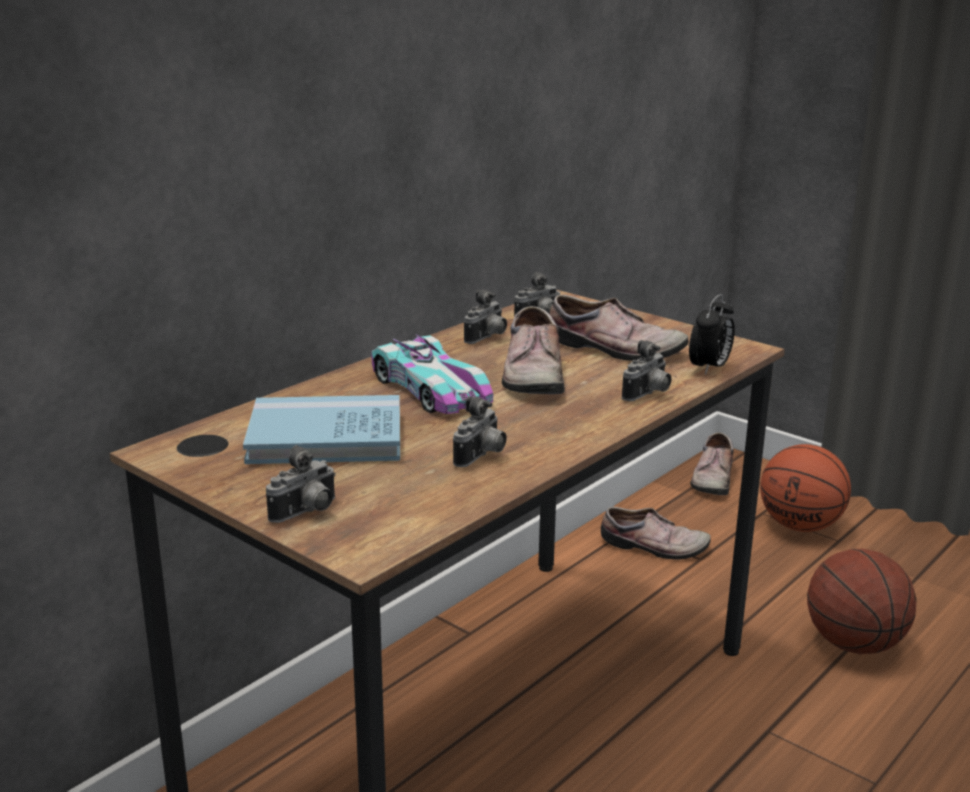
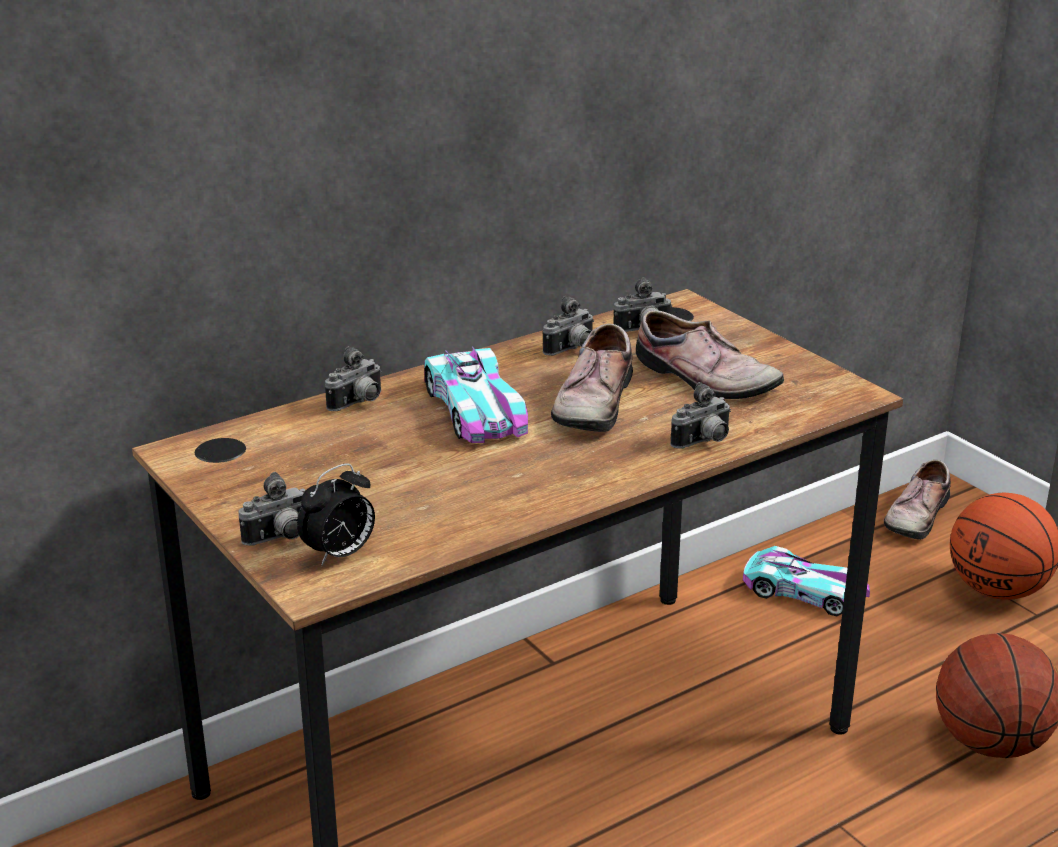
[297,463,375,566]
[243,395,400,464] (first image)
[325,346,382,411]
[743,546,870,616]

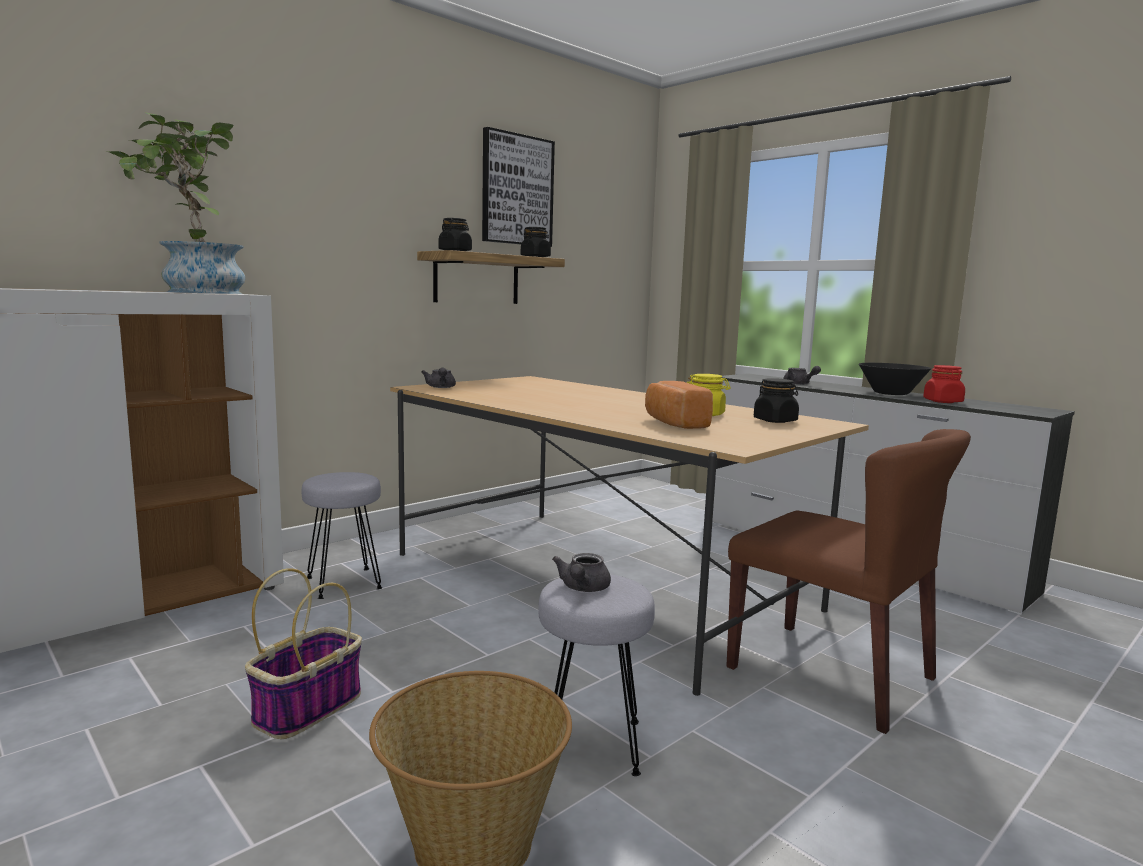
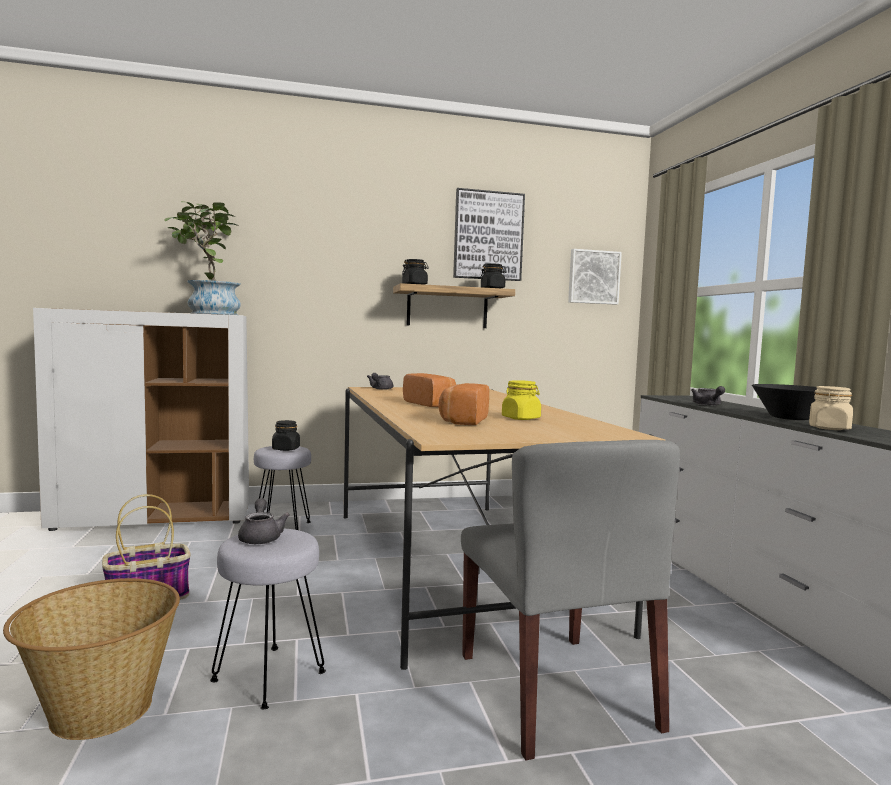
[809,386,853,430]
[272,420,300,451]
[461,440,680,761]
[238,498,290,544]
[568,249,622,304]
[403,373,456,407]

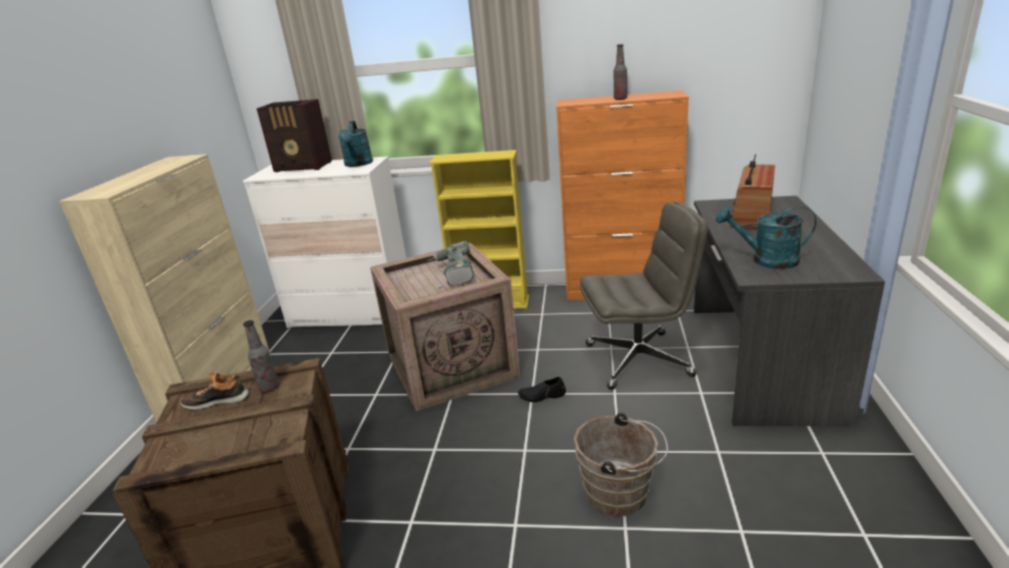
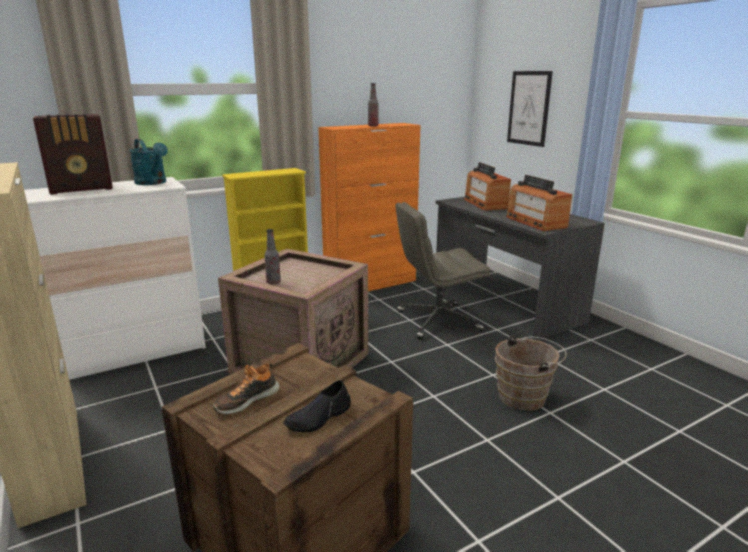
[396,202,490,339]
[506,175,572,231]
[426,241,474,288] (first image)
[264,229,281,285]
[283,380,351,432]
[507,71,553,147]

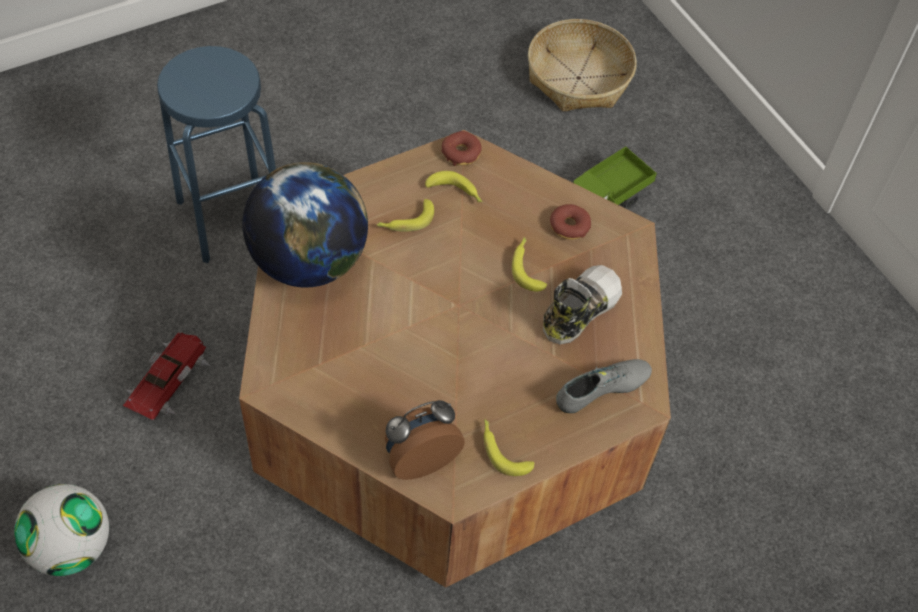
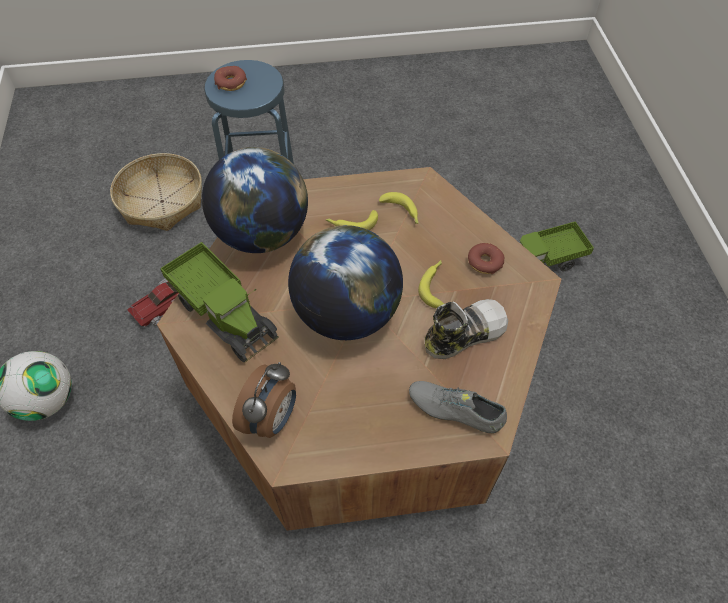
[110,153,202,231]
[214,66,247,91]
[409,381,507,433]
[232,362,296,438]
[484,419,534,476] (first image)
[288,225,403,340]
[160,242,279,362]

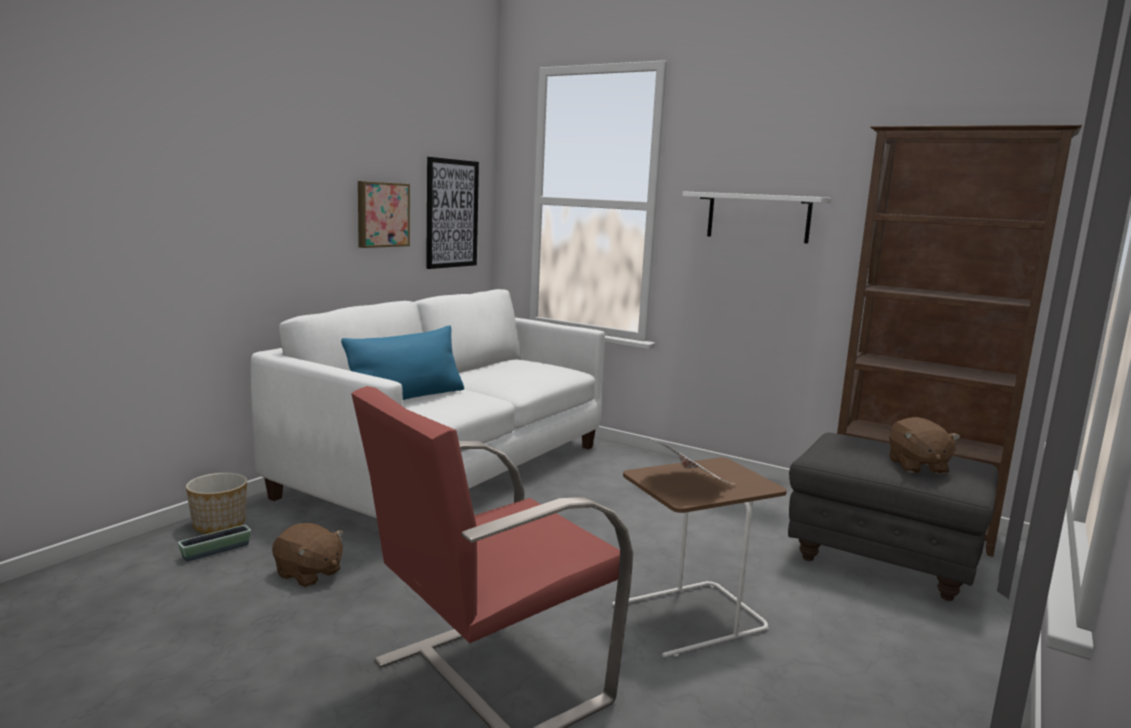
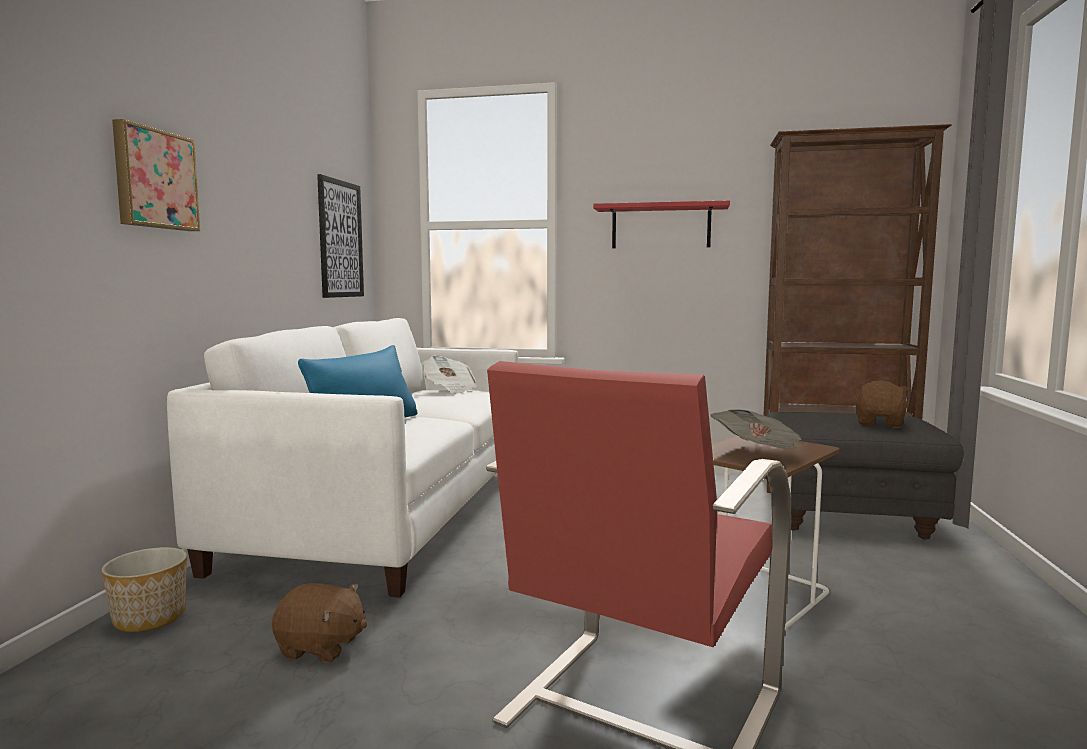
[112,119,200,231]
[593,200,730,248]
[854,380,909,428]
[178,525,251,561] (first image)
[422,355,477,394]

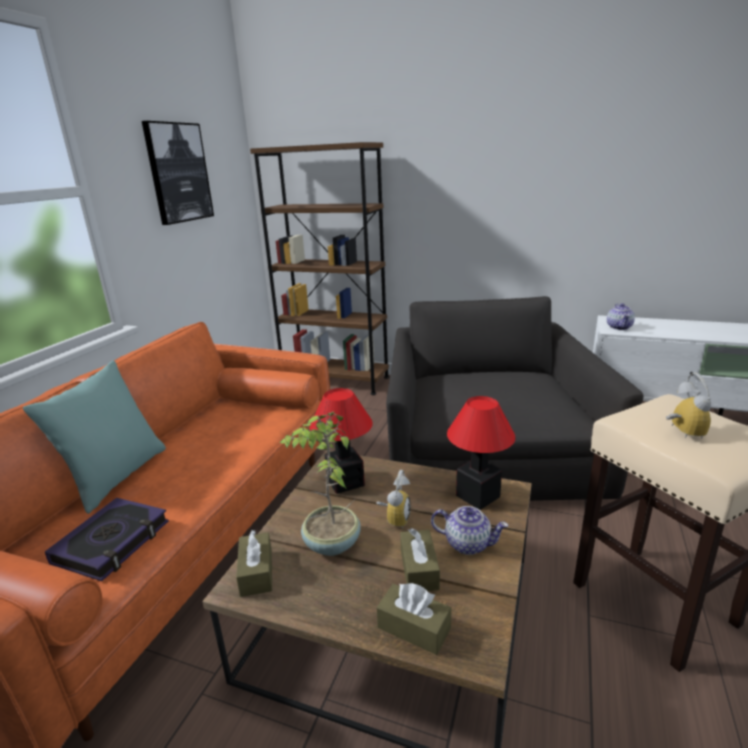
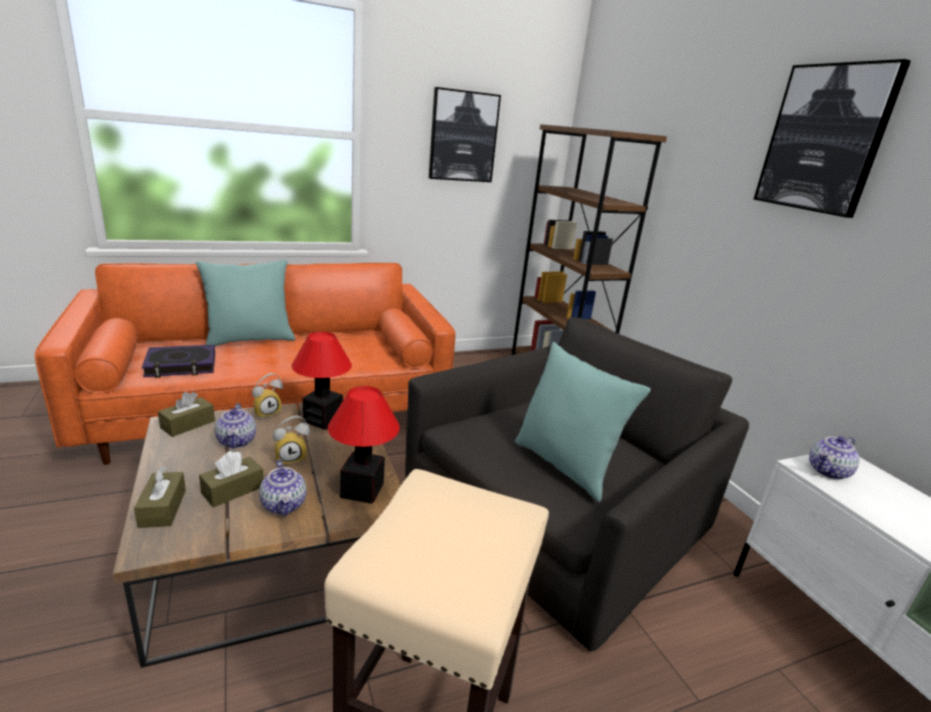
[252,373,283,419]
[215,403,256,448]
[754,59,911,218]
[515,342,651,502]

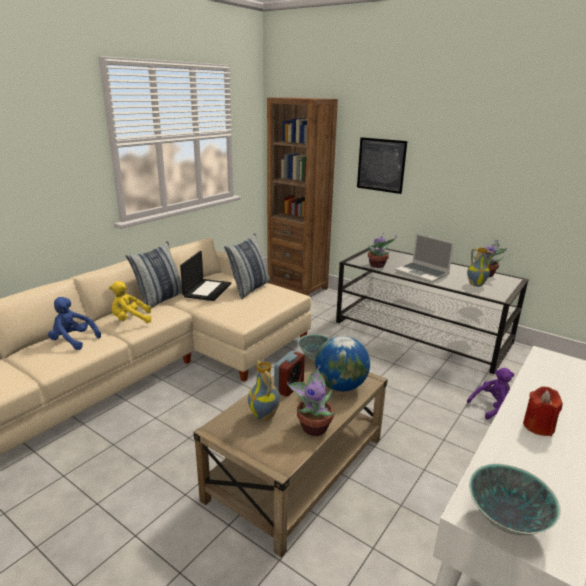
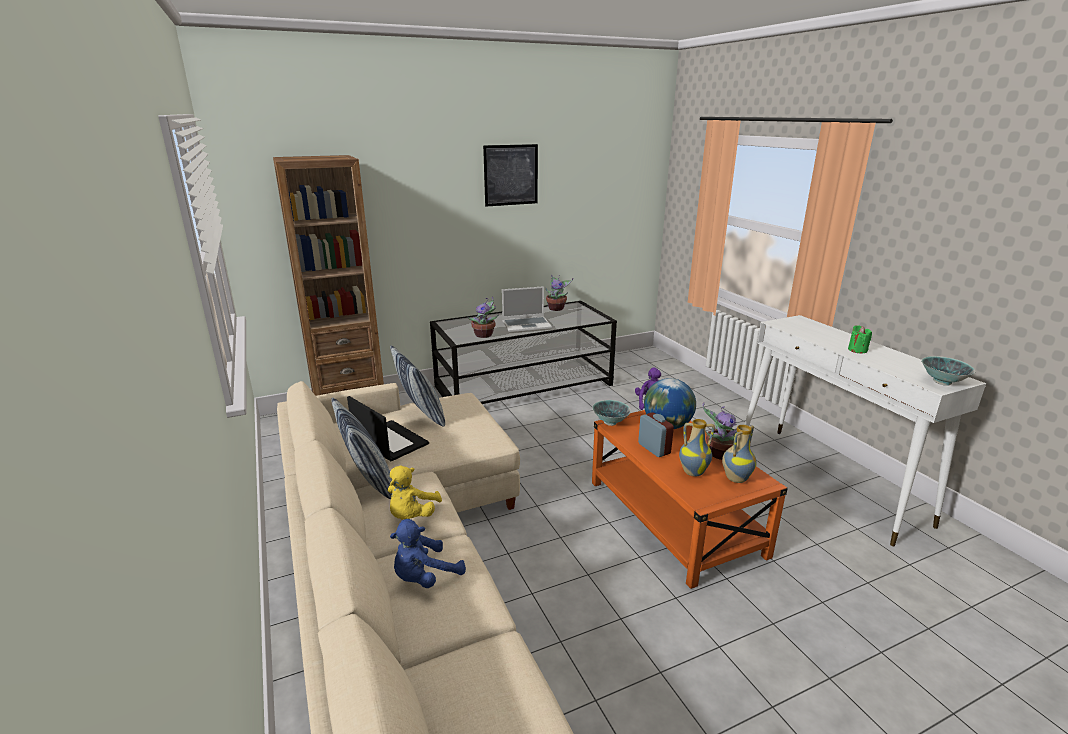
[483,144,538,207]
[722,425,756,483]
[592,410,788,589]
[848,325,872,354]

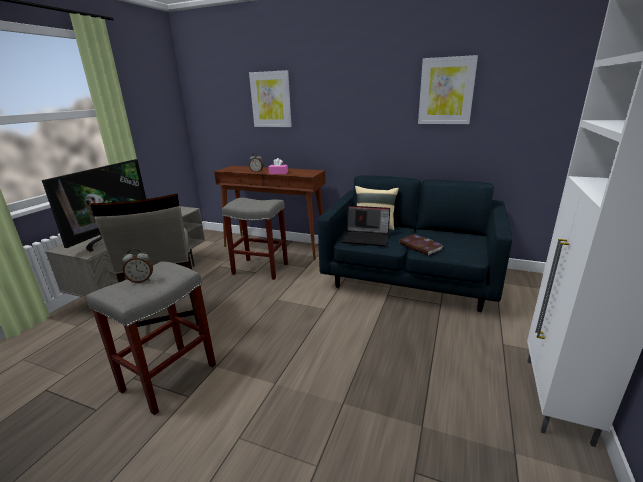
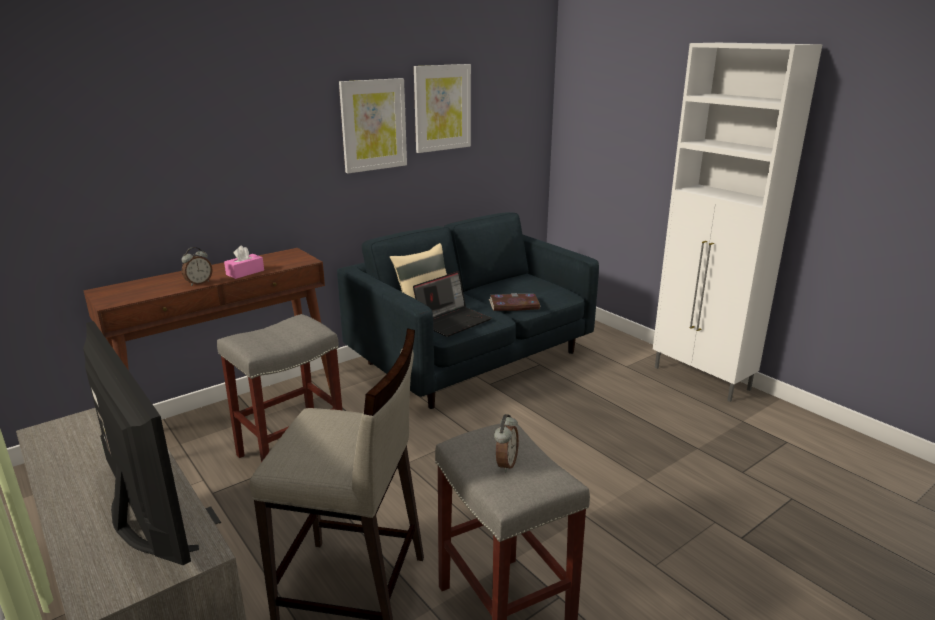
[339,78,407,173]

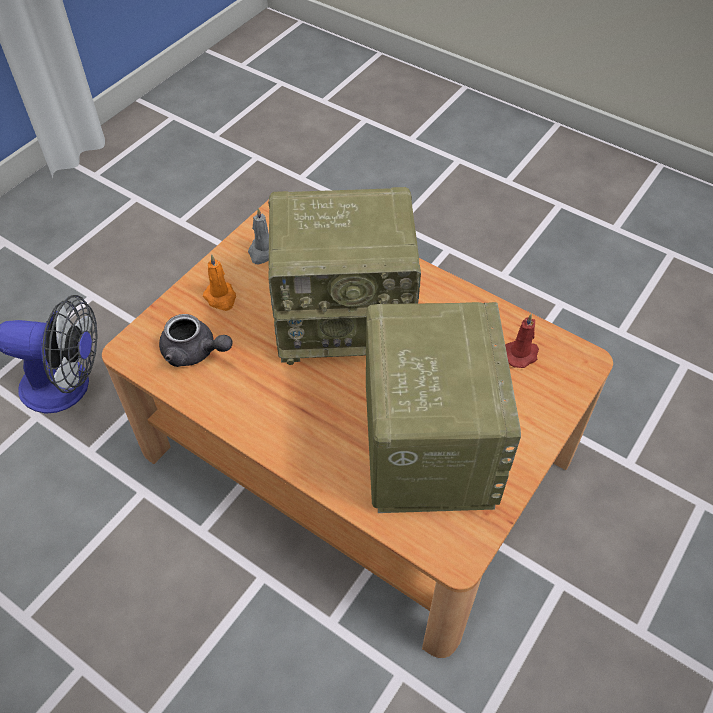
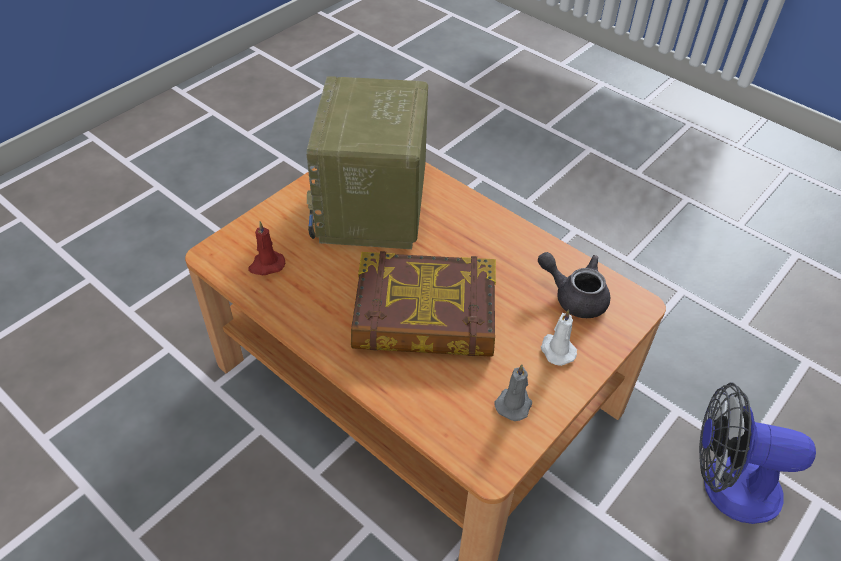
[351,251,496,357]
[541,309,577,366]

